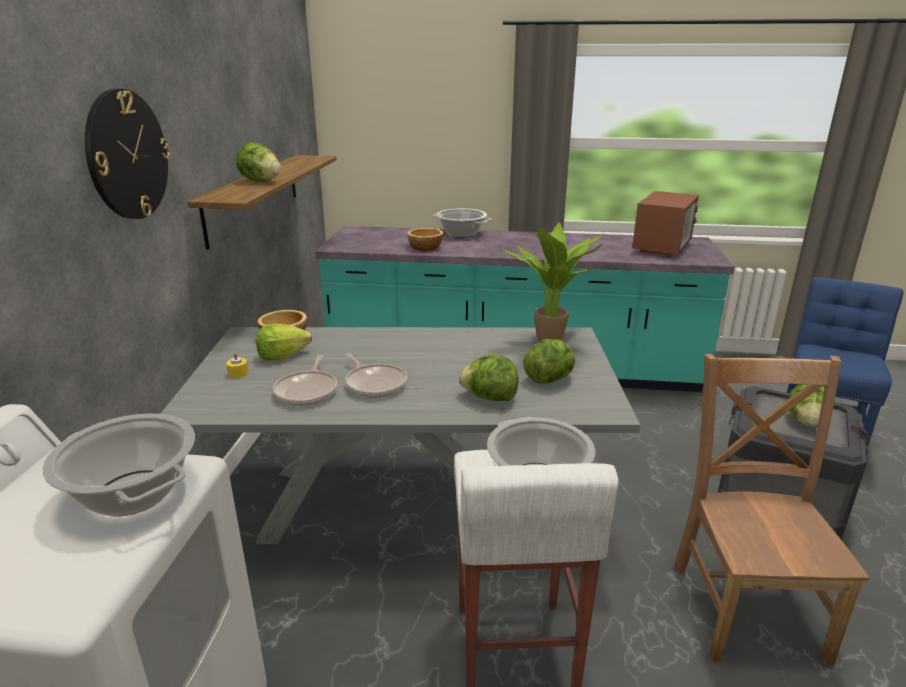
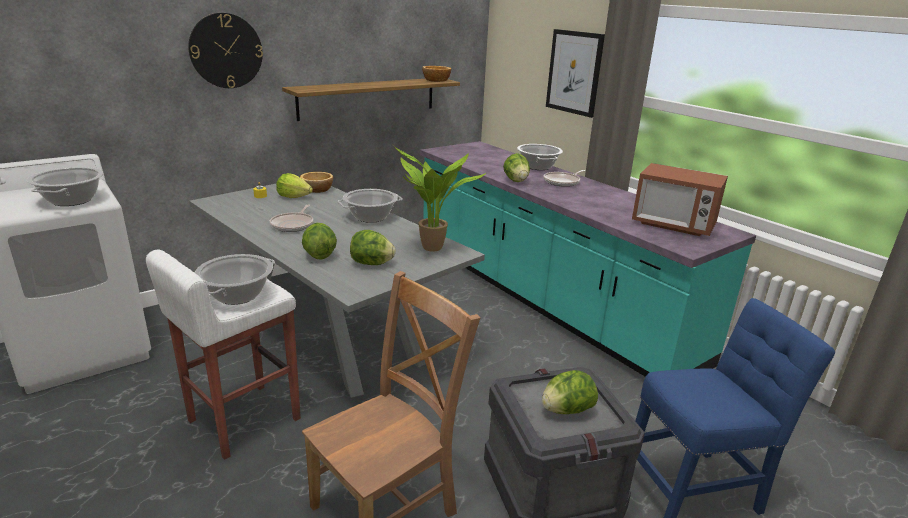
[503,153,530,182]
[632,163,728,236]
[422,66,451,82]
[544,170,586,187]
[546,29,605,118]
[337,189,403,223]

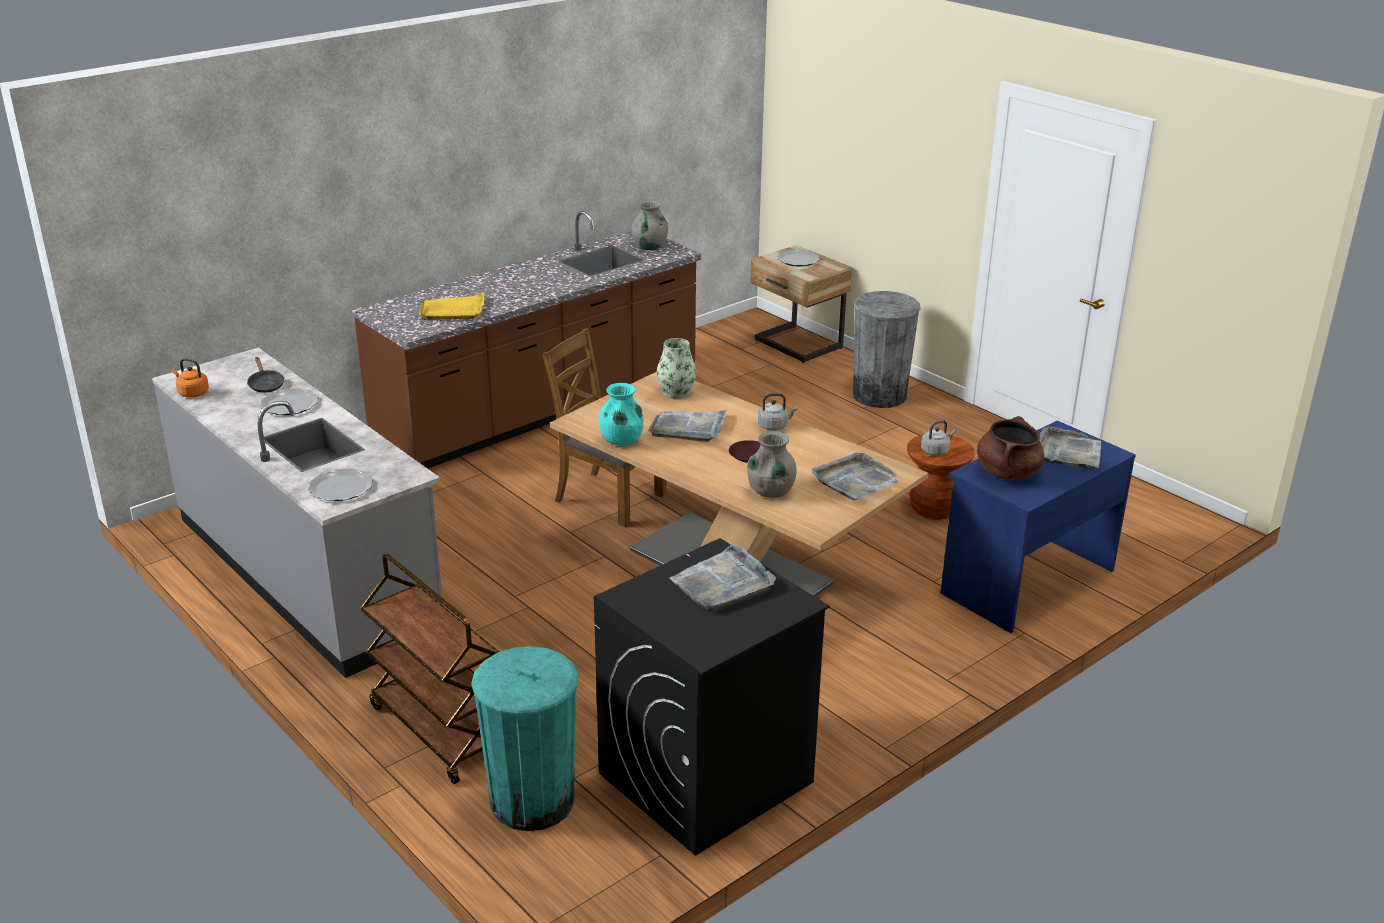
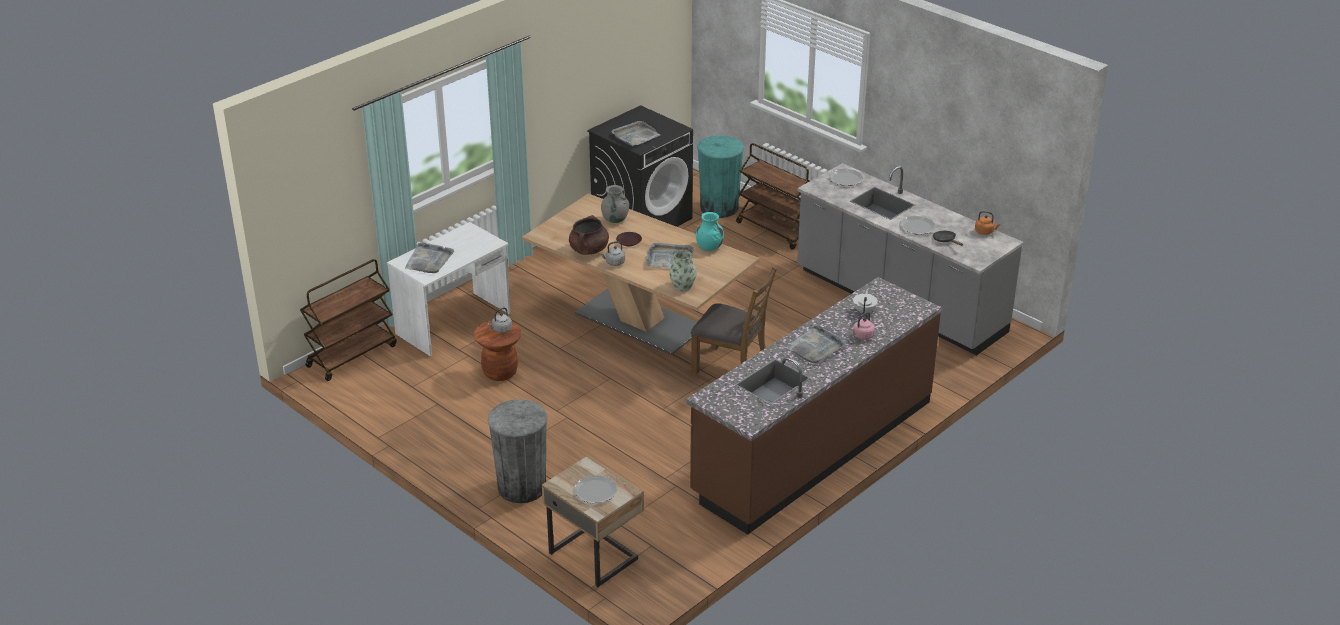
[632,200,668,250] (first image)
[853,290,878,313]
[569,215,609,255]
[387,222,511,356]
[786,324,845,364]
[300,259,397,381]
[851,312,875,340]

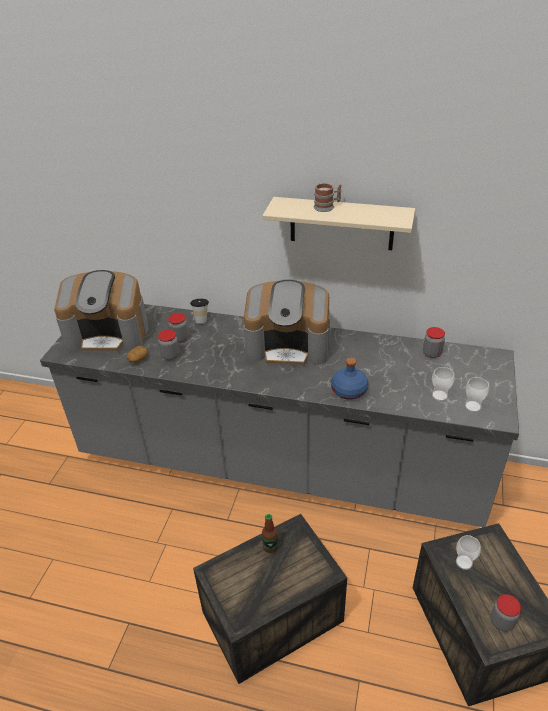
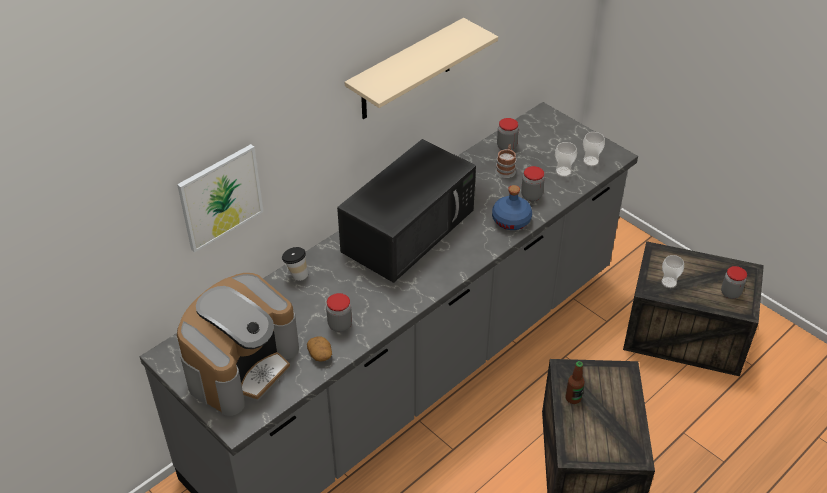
[495,144,516,178]
[337,139,476,283]
[521,166,545,201]
[177,144,263,253]

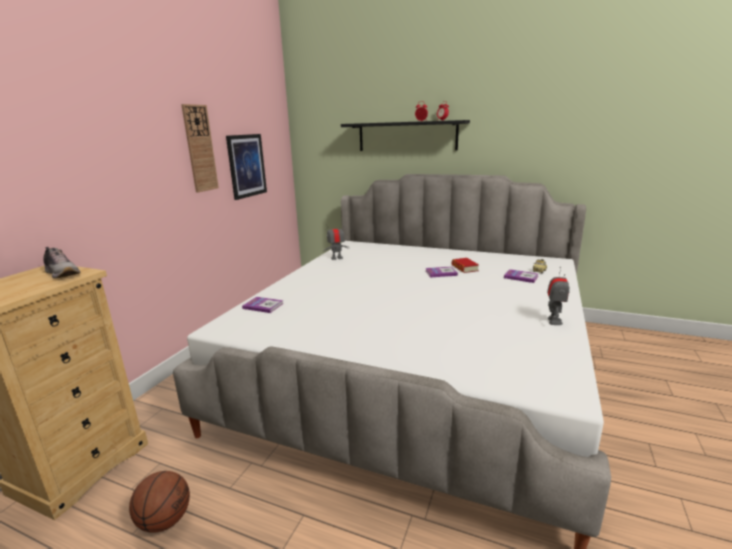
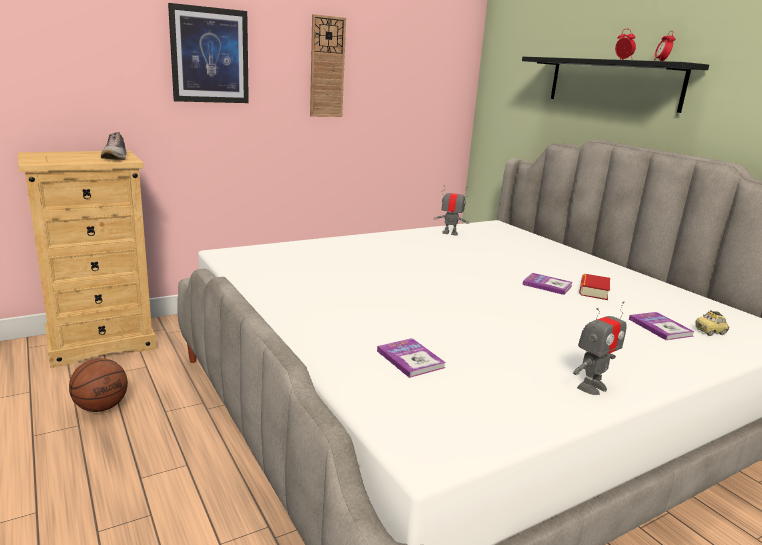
[168,3,249,103]
[377,338,446,378]

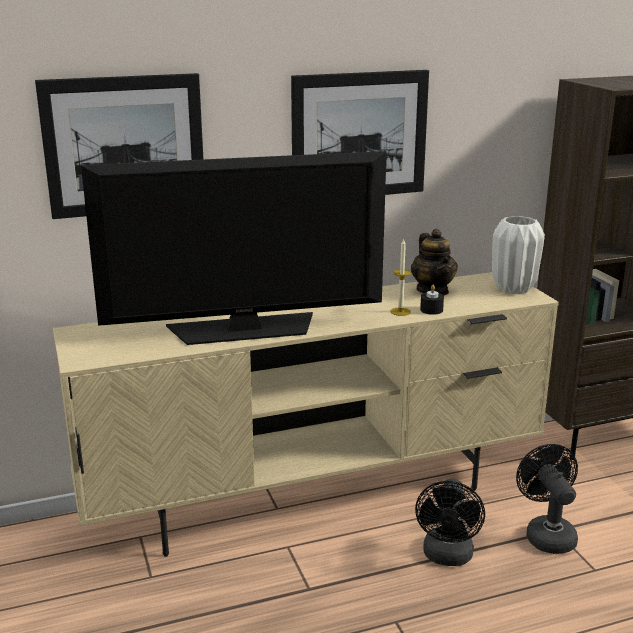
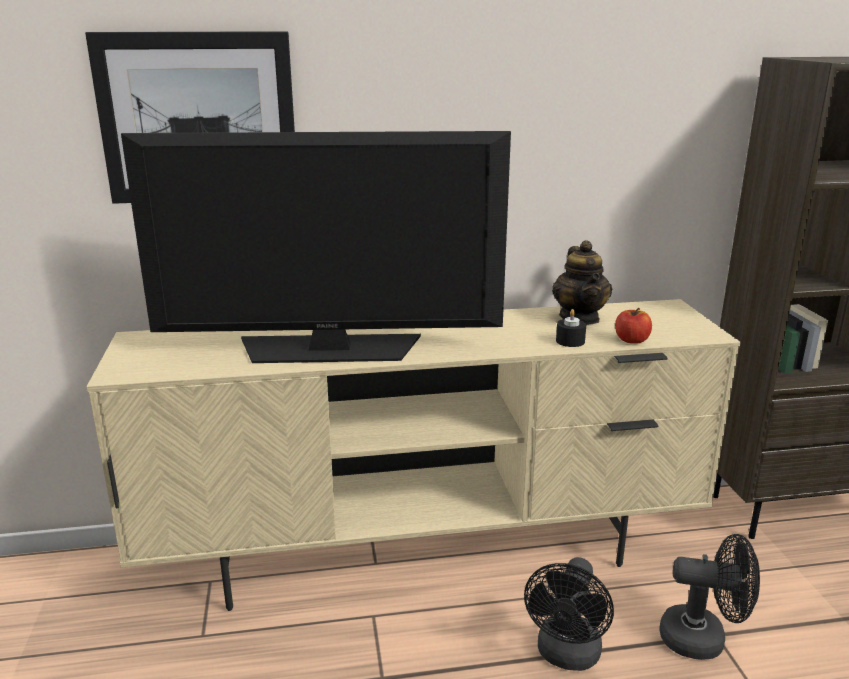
[291,70,429,195] (first image)
[492,216,545,294] (first image)
[390,238,411,316] (first image)
[660,534,760,660]
[615,308,652,343]

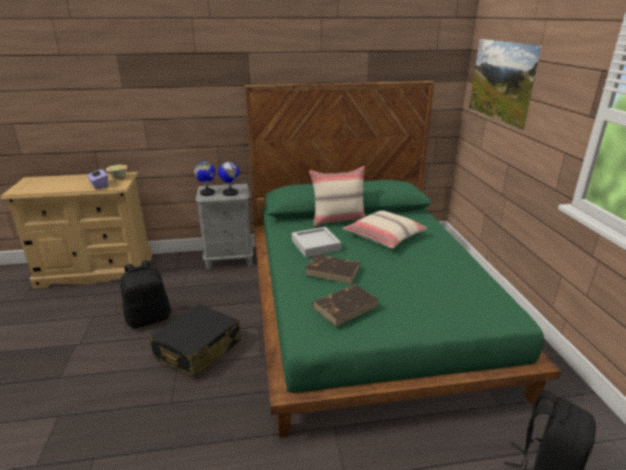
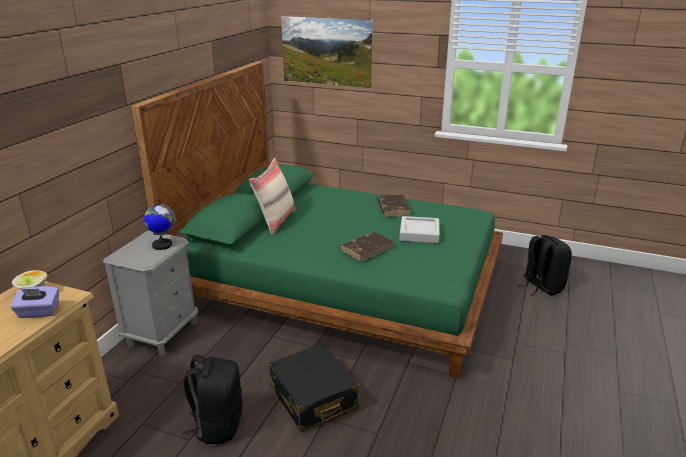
[194,158,215,196] (first image)
[343,211,427,249] (first image)
[400,216,440,243]
[377,194,411,217]

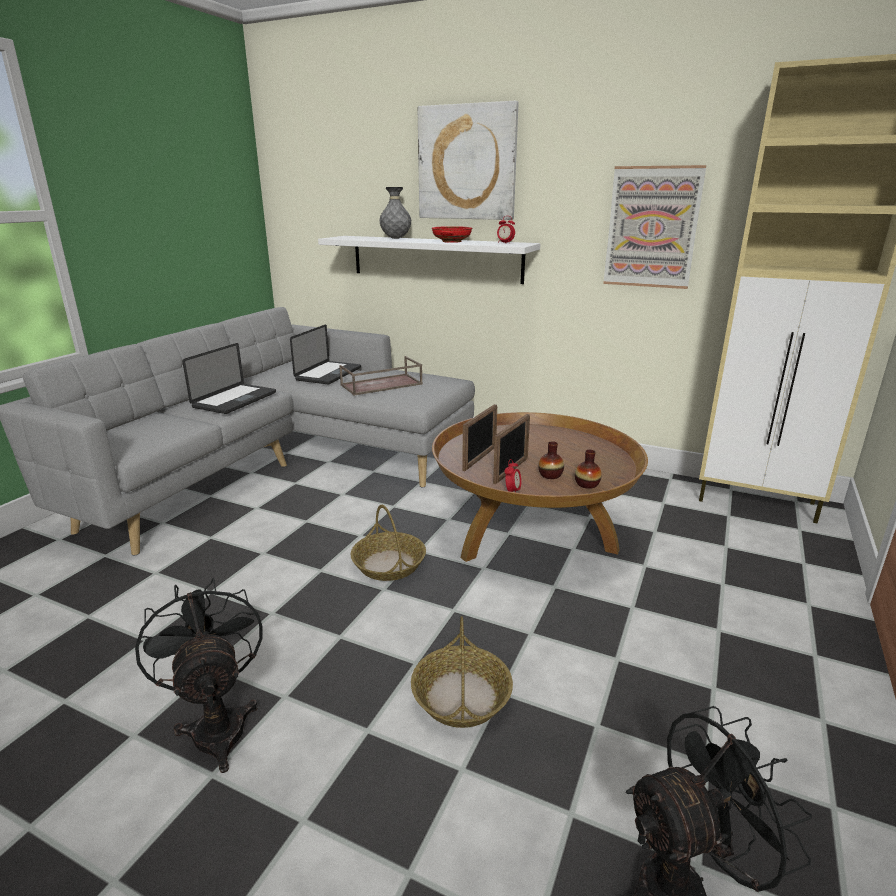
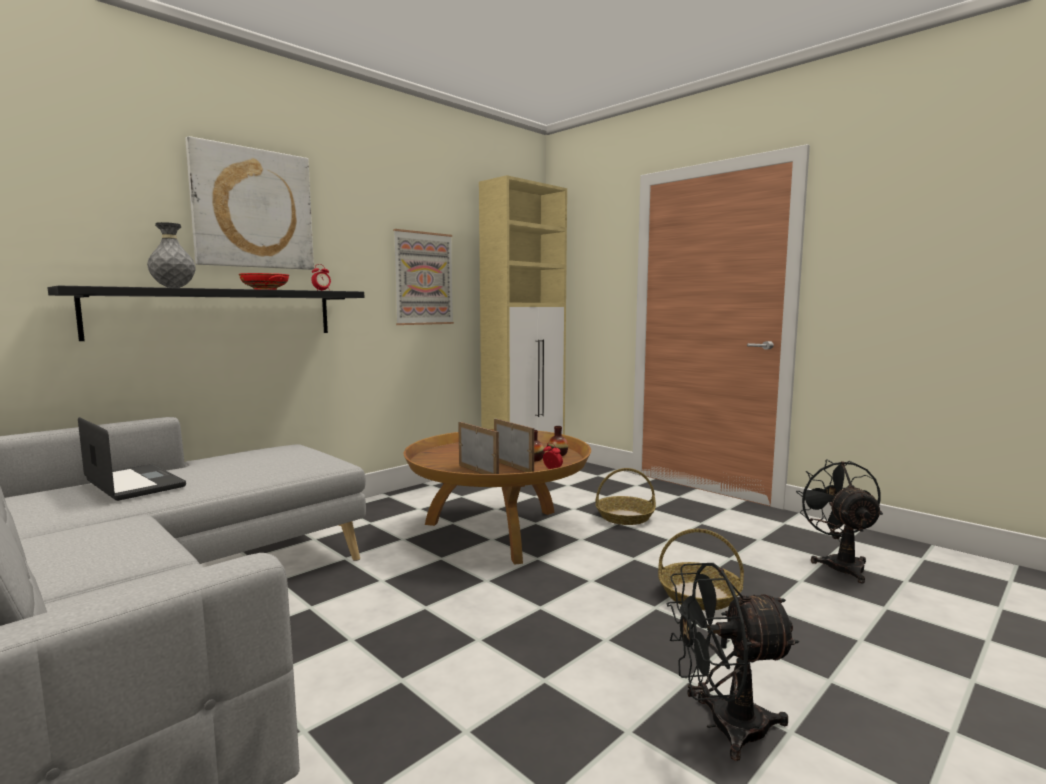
[48,285,364,341]
[182,343,276,414] (first image)
[339,356,423,395] (first image)
[595,468,656,525]

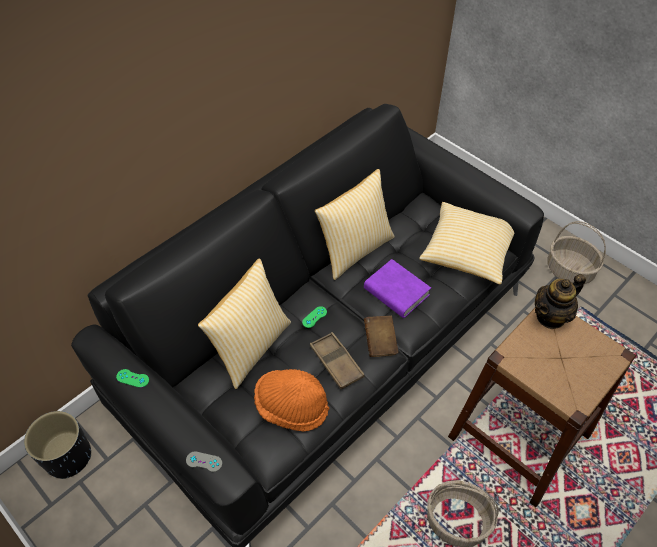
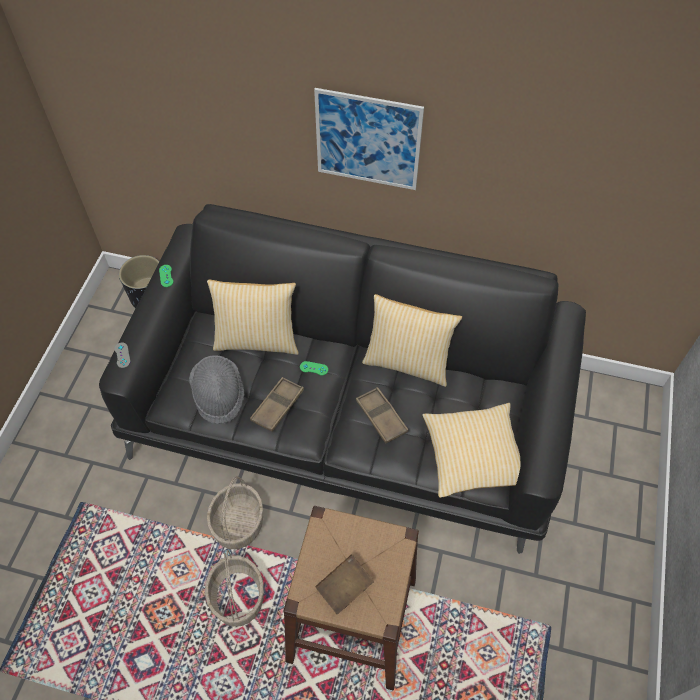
[207,476,263,549]
[356,387,408,444]
[535,274,586,329] (first image)
[315,554,374,614]
[189,355,245,424]
[314,88,424,190]

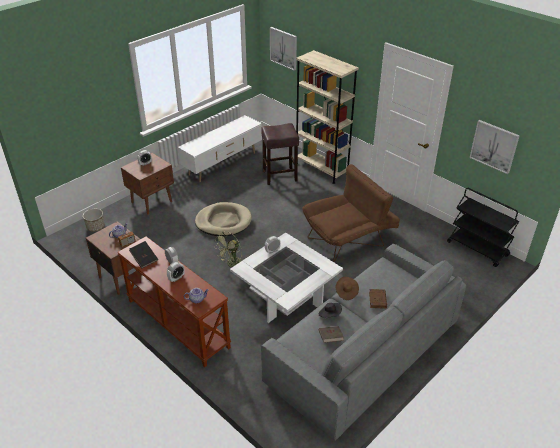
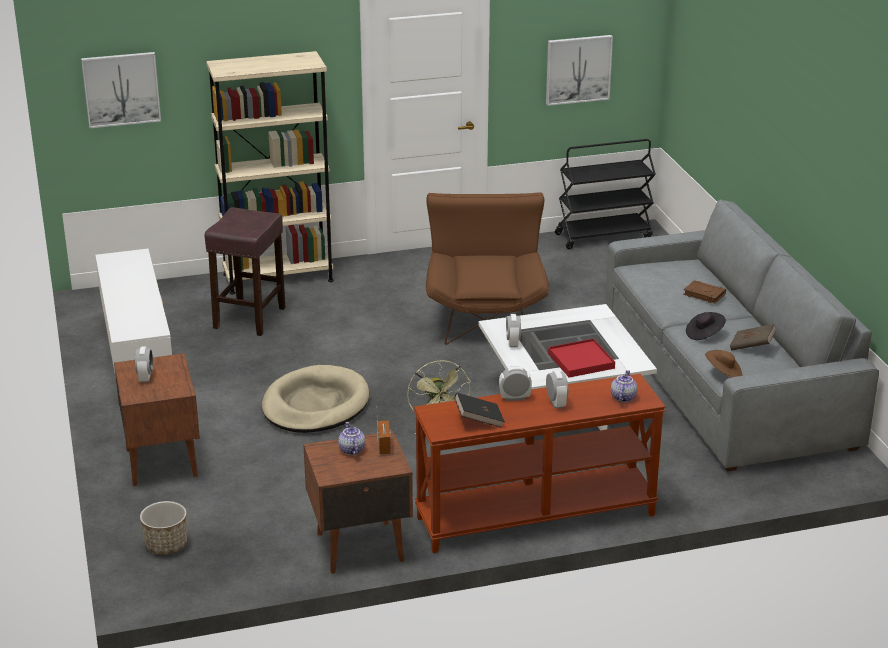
[705,350,742,378]
[548,339,615,378]

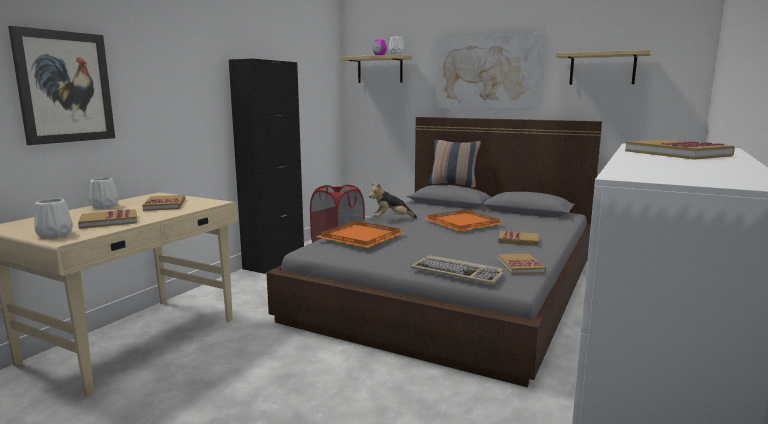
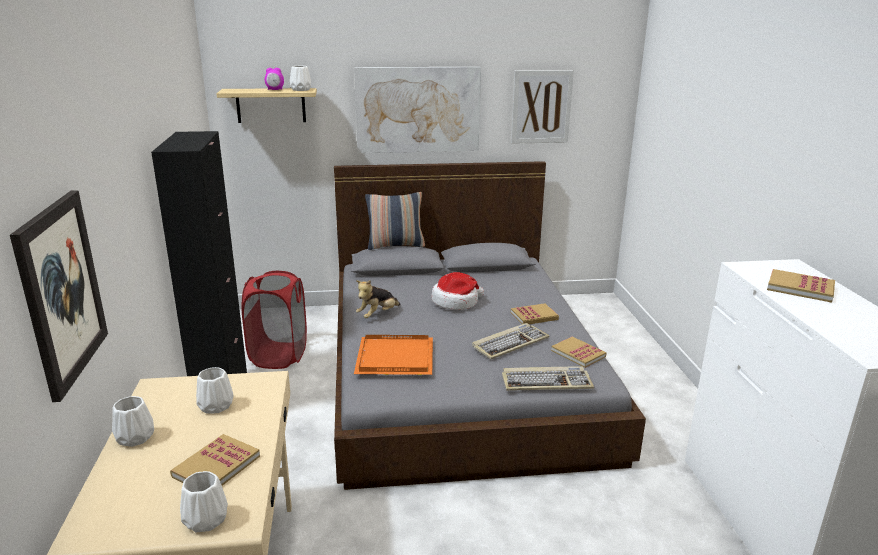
[511,70,574,144]
[196,367,234,414]
[431,272,484,310]
[472,323,550,359]

